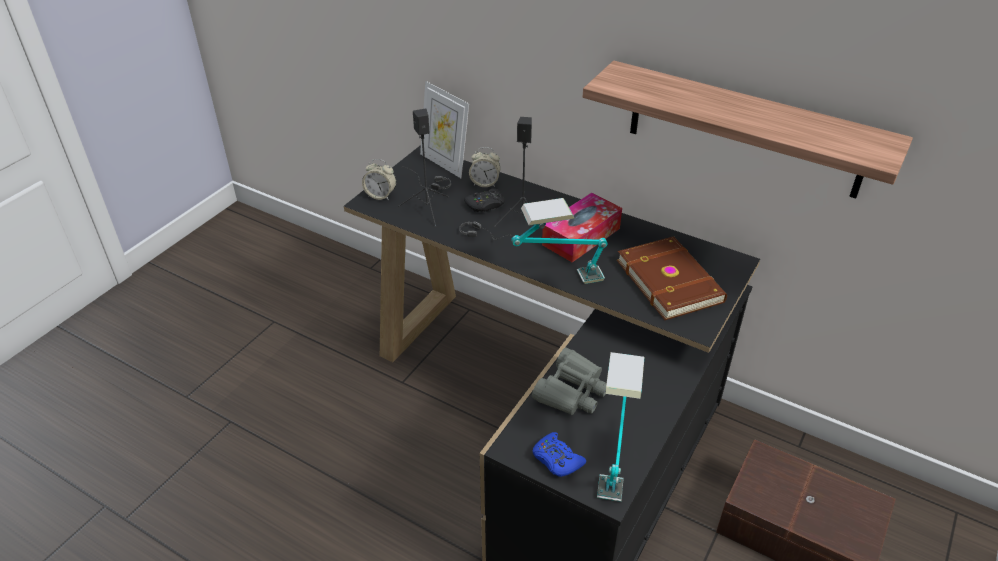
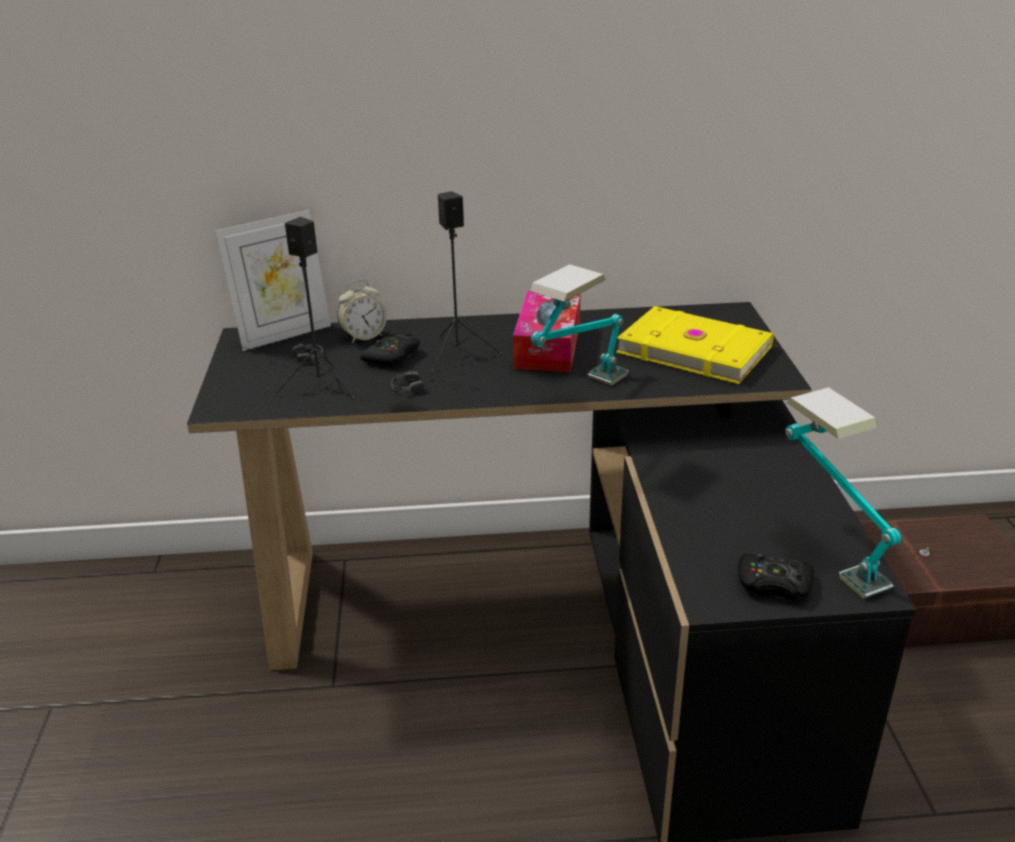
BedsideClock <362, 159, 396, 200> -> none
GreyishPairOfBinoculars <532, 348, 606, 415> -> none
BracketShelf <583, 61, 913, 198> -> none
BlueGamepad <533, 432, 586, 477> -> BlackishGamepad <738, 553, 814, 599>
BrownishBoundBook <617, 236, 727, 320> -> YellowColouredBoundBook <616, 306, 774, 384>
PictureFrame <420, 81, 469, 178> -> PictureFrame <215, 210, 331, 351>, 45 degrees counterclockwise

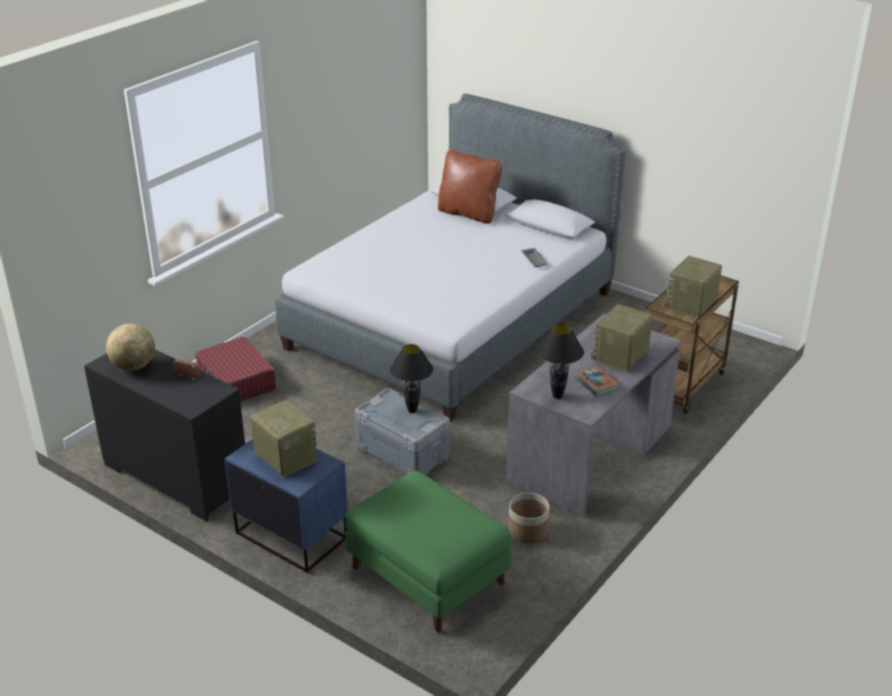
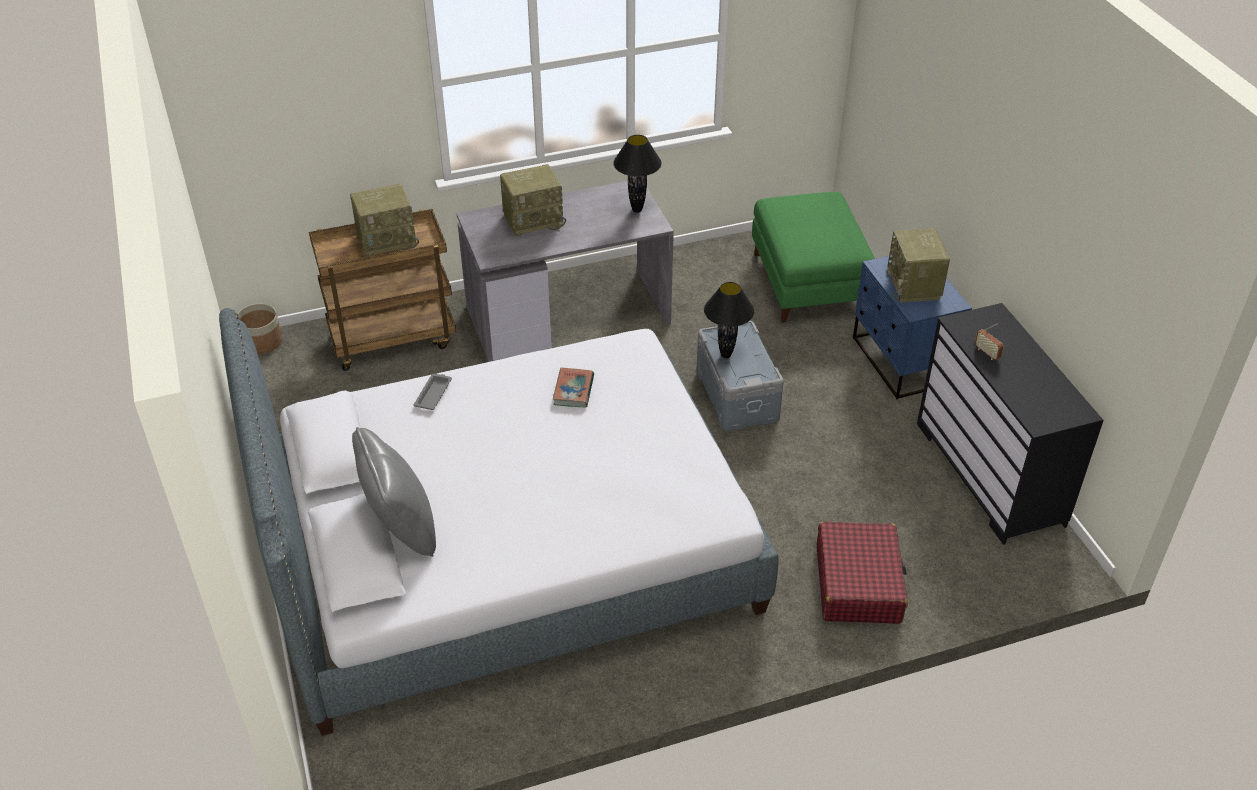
DeskGlobe <106, 324, 155, 371> -> none
Planter <508, 493, 549, 544> -> Planter <238, 304, 282, 354>, relocated
BoundBook <574, 365, 619, 397> -> BoundBook <553, 368, 594, 407>, relocated
BrownishThrowPillow <438, 149, 502, 224> -> GreyishThrowPillow <352, 427, 436, 557>

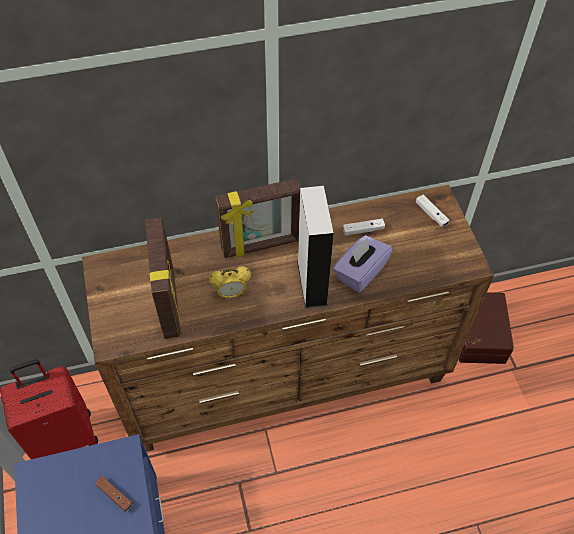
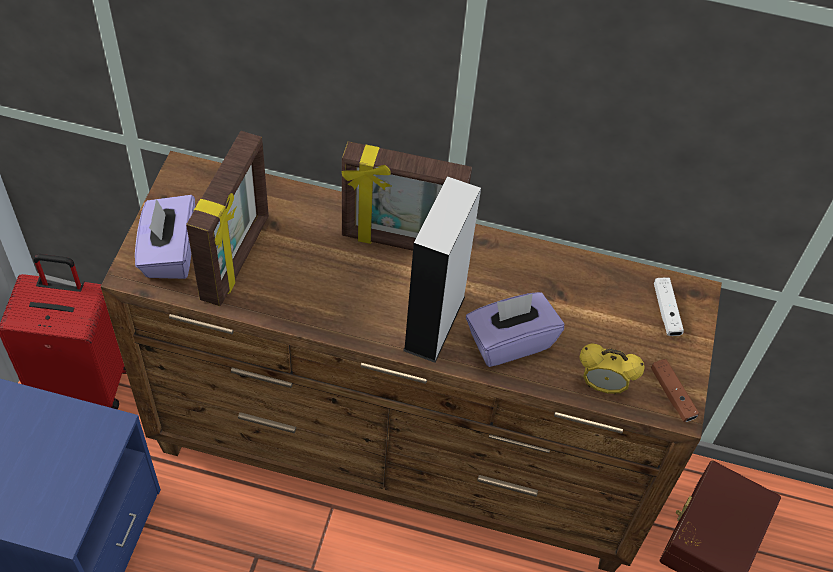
WhiteColouredGamepad <343, 219, 385, 236> -> none
none -> PurplishTissueHolder <135, 195, 195, 279>
BrownishGamepad <95, 476, 133, 512> -> BrownishGamepad <651, 359, 699, 422>, relocated
BedsideClock <209, 266, 251, 299> -> BedsideClock <580, 343, 645, 395>, relocated

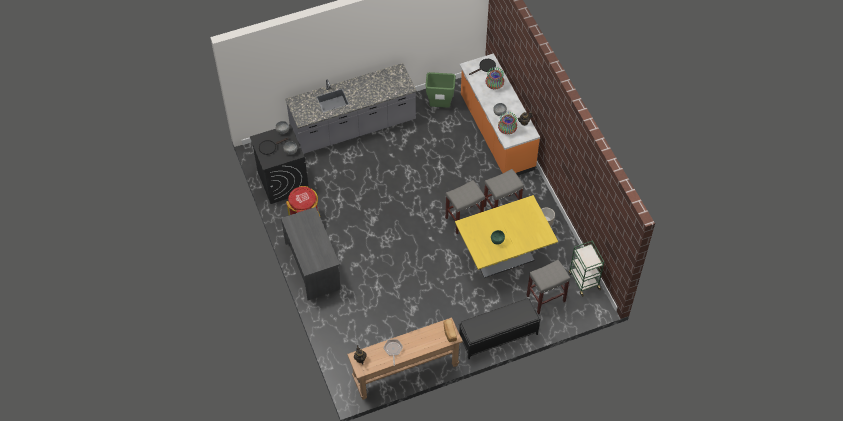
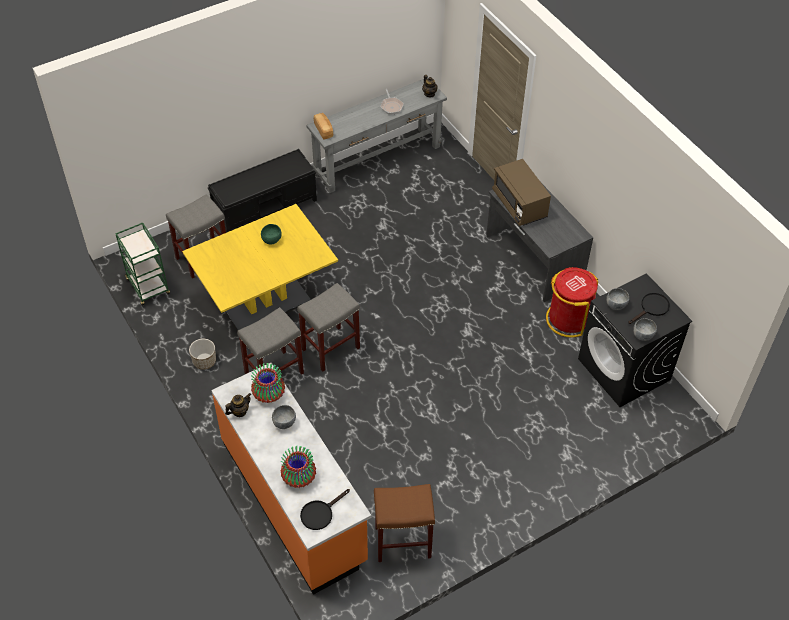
GreyishCounter <285, 63, 417, 154> -> none
none -> BrownishKitchenMicrowave <492, 159, 551, 226>
GreenishTrashCan <425, 72, 456, 108> -> BrownishStoolSeat <374, 484, 435, 562>
BrownishConsoleTable <347, 317, 463, 400> -> GreyishConsoleTable <306, 78, 447, 193>

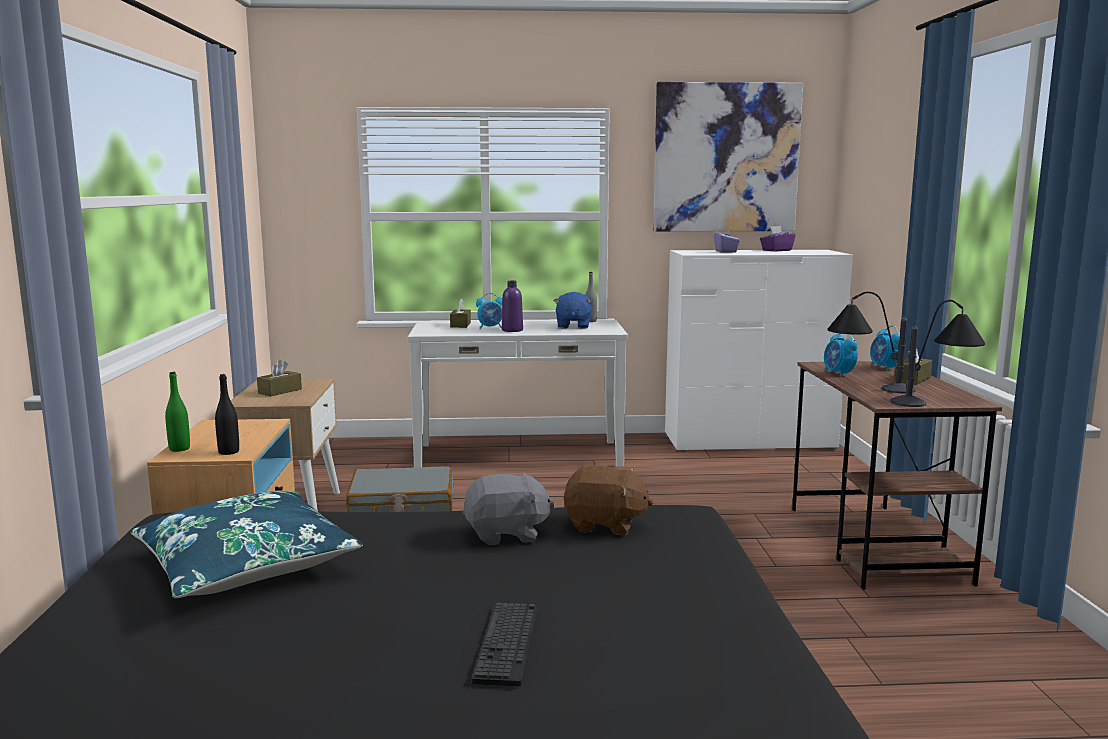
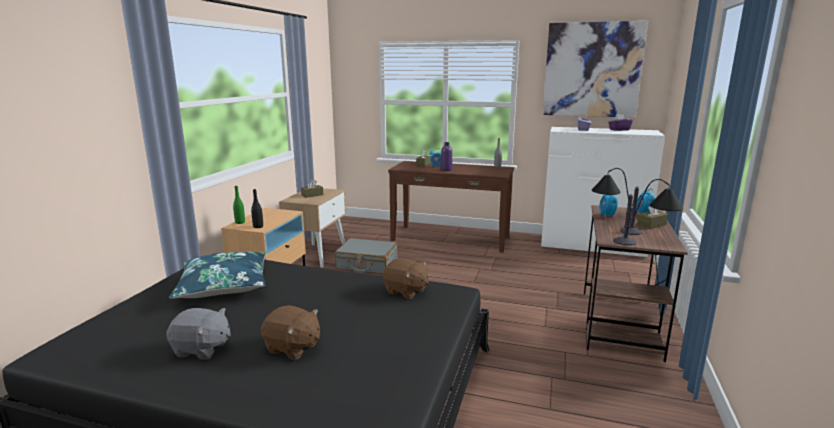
BlueSoftToy <554, 292, 593, 329> -> none
GreyishSoftToy <462, 472, 555, 546> -> GreyishSoftToy <166, 308, 231, 360>, relocated
PcKeyboard <472, 603, 538, 686> -> BrownishSoftToy <261, 306, 320, 360>
WhiteColouredConsoleTable <408, 320, 628, 468> -> BrownishConsoleTable <388, 161, 514, 253>

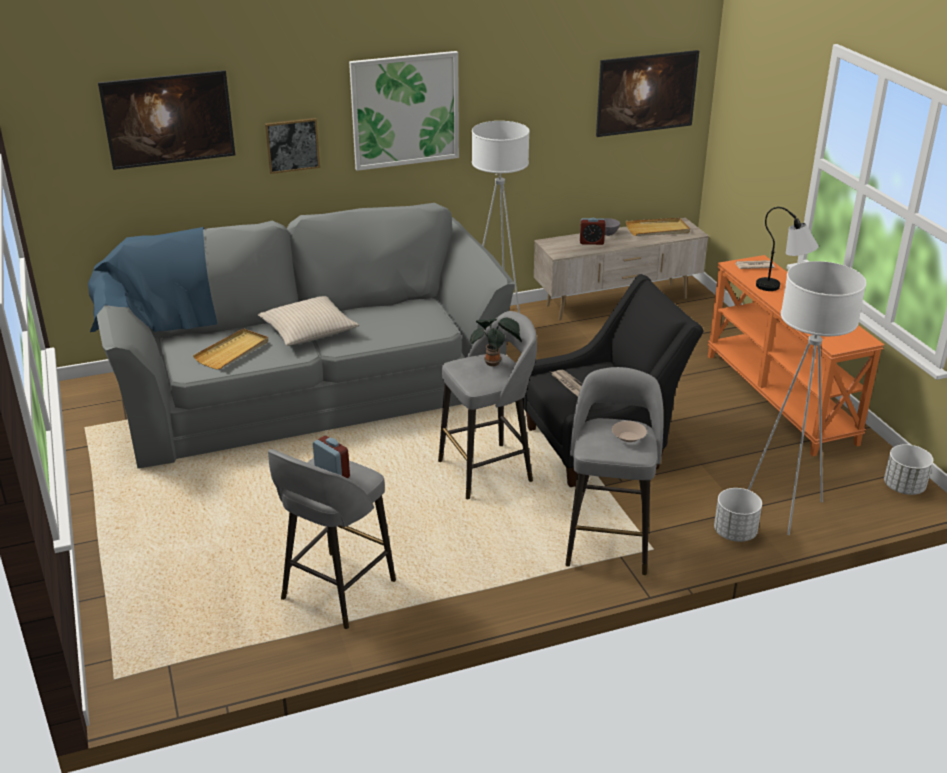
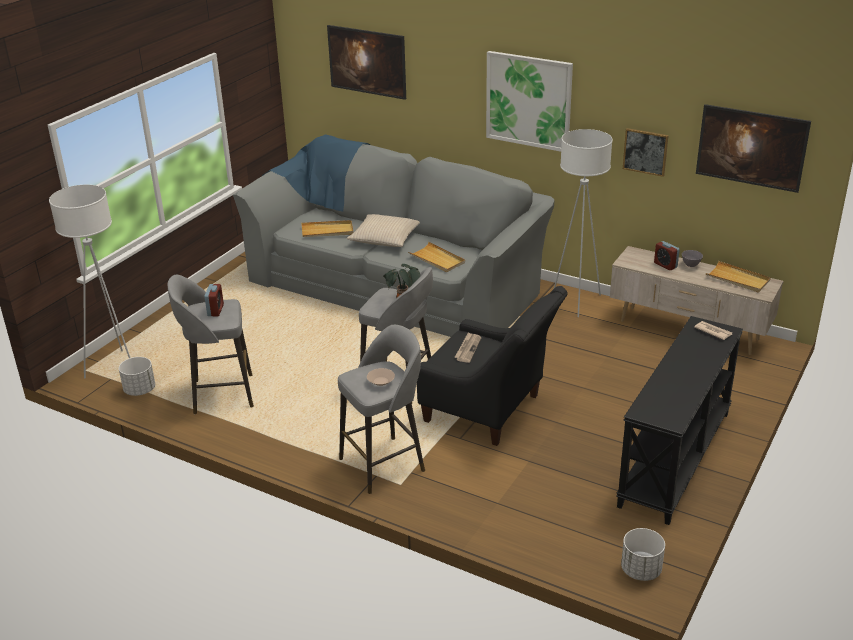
TableLamp <756, 207, 819, 291> -> none
none -> BeigeCarryingTray <408, 242, 465, 272>
WallPicture <265, 118, 320, 174> -> WallPicture <623, 128, 669, 177>, relocated
WhiteColouredPlanter <714, 488, 762, 542> -> WhiteColouredPlanter <119, 357, 155, 396>, relocated
WhiteColouredStandardLamp <748, 261, 866, 535> -> WhiteColouredStandardLamp <49, 185, 130, 378>, relocated
OrangeColouredConsoleTable <708, 255, 884, 456> -> BlackishConsoleTable <616, 316, 743, 525>

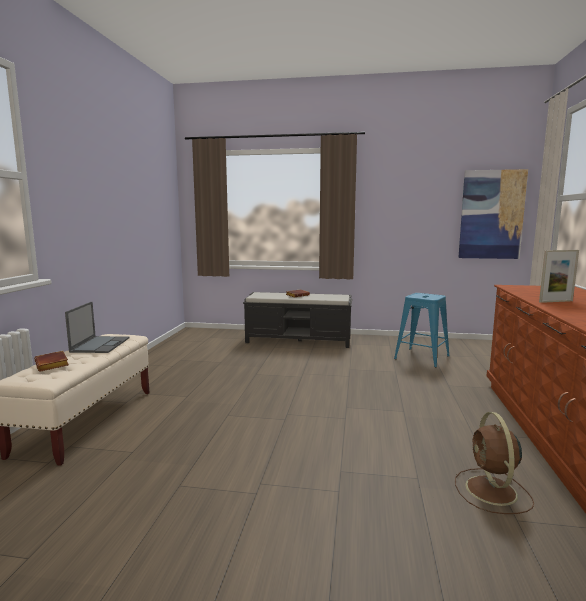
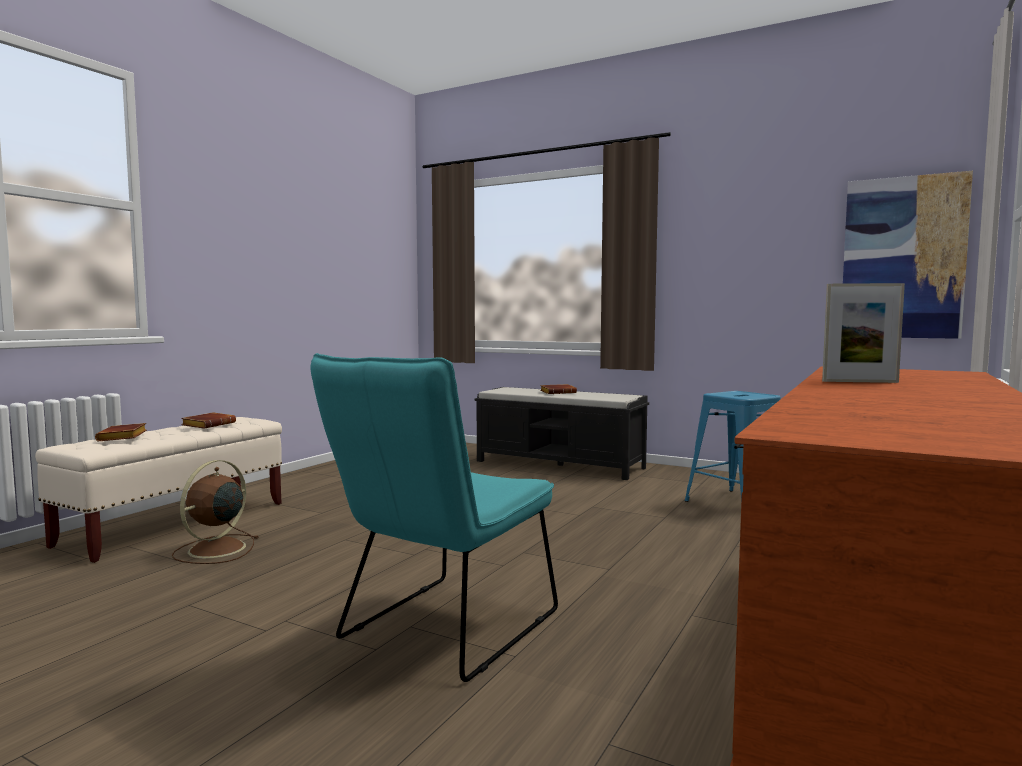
none -> BlueGreenUprightChair <310, 353, 558, 682>
BrownishElectricFan <455, 412, 534, 514> -> BrownishElectricFan <171, 460, 258, 564>, relocated
PortableComputer <65, 302, 130, 353> -> BrownishBoundBook <181, 412, 236, 429>

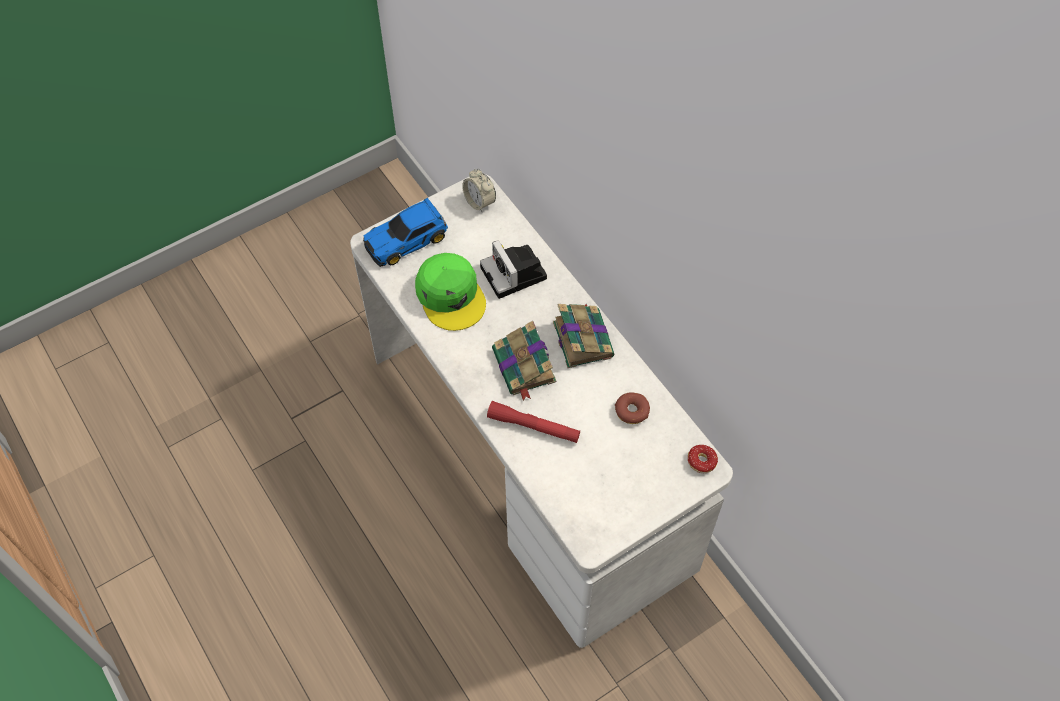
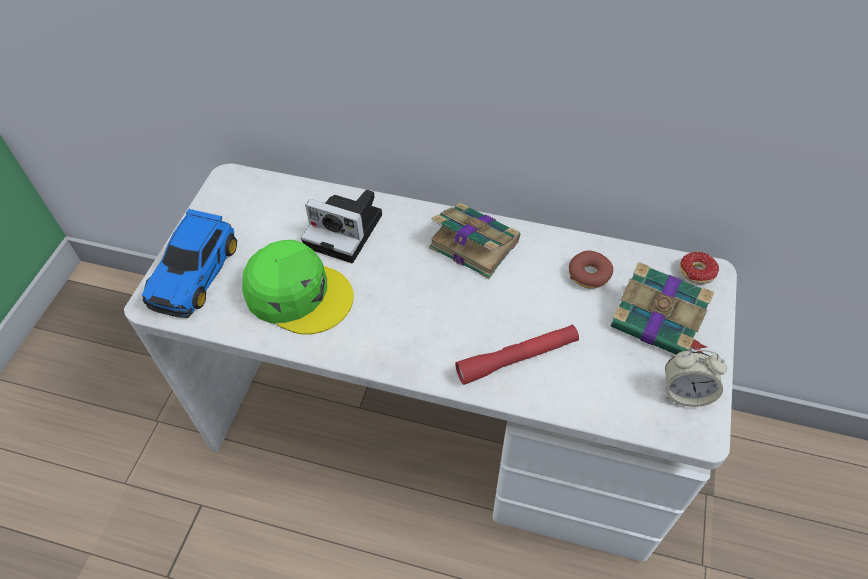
BedsideClock <462, 168, 496, 212> -> BedsideClock <665, 350, 727, 407>, relocated
BoundBook <492, 321, 557, 401> -> BoundBook <610, 262, 715, 355>, relocated

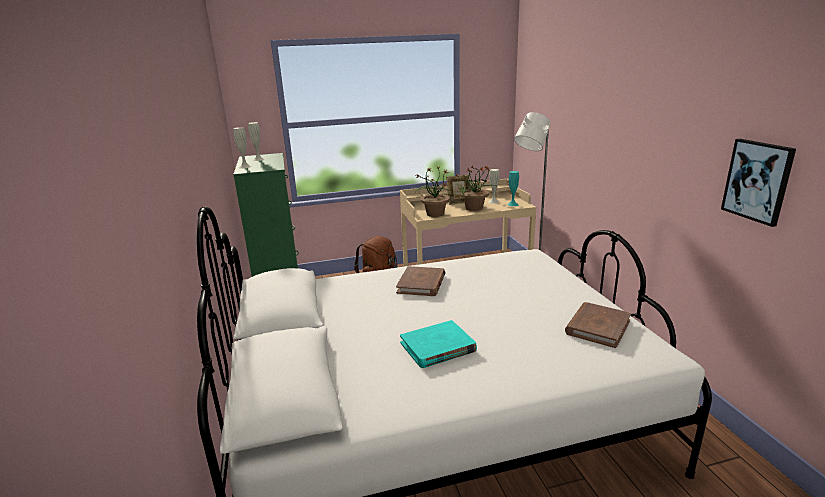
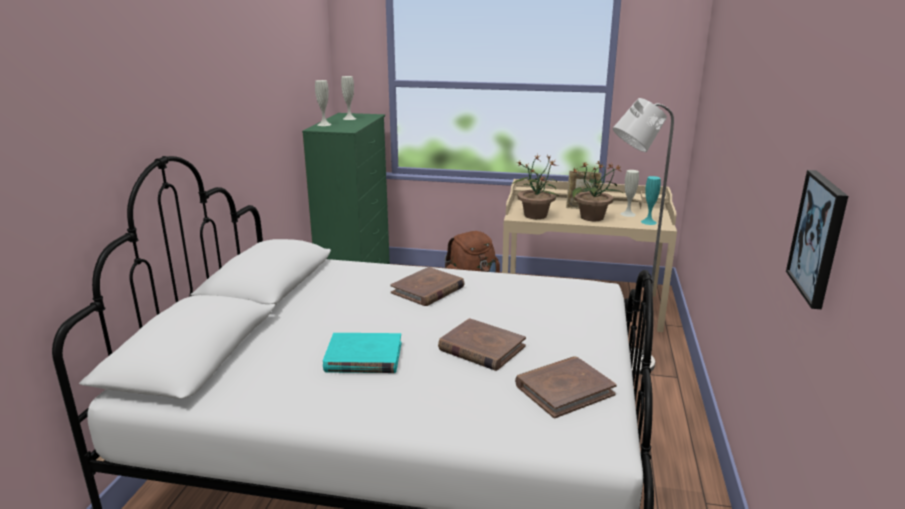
none -> BrownishBoundBook <438, 318, 526, 371>

